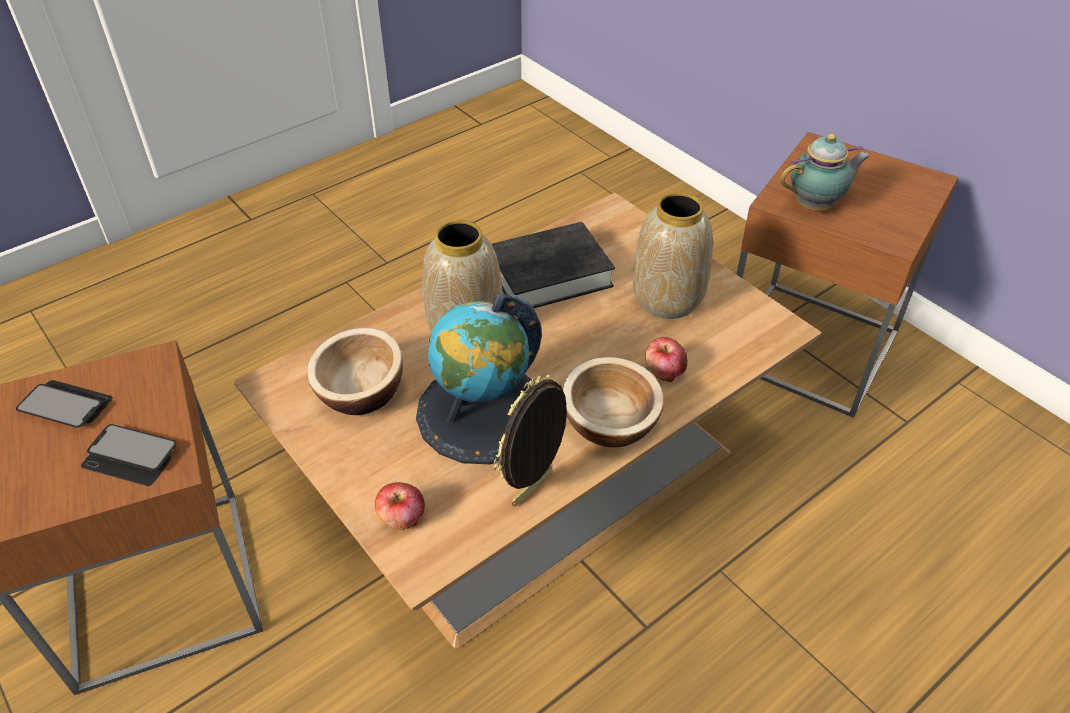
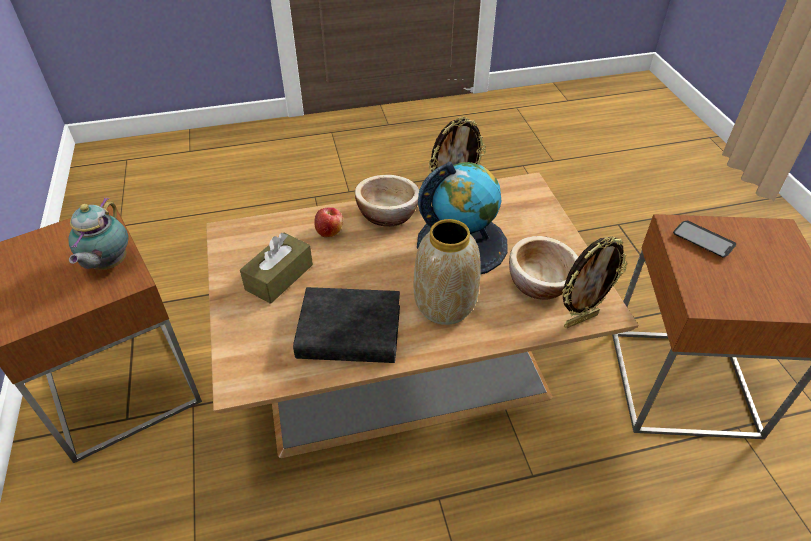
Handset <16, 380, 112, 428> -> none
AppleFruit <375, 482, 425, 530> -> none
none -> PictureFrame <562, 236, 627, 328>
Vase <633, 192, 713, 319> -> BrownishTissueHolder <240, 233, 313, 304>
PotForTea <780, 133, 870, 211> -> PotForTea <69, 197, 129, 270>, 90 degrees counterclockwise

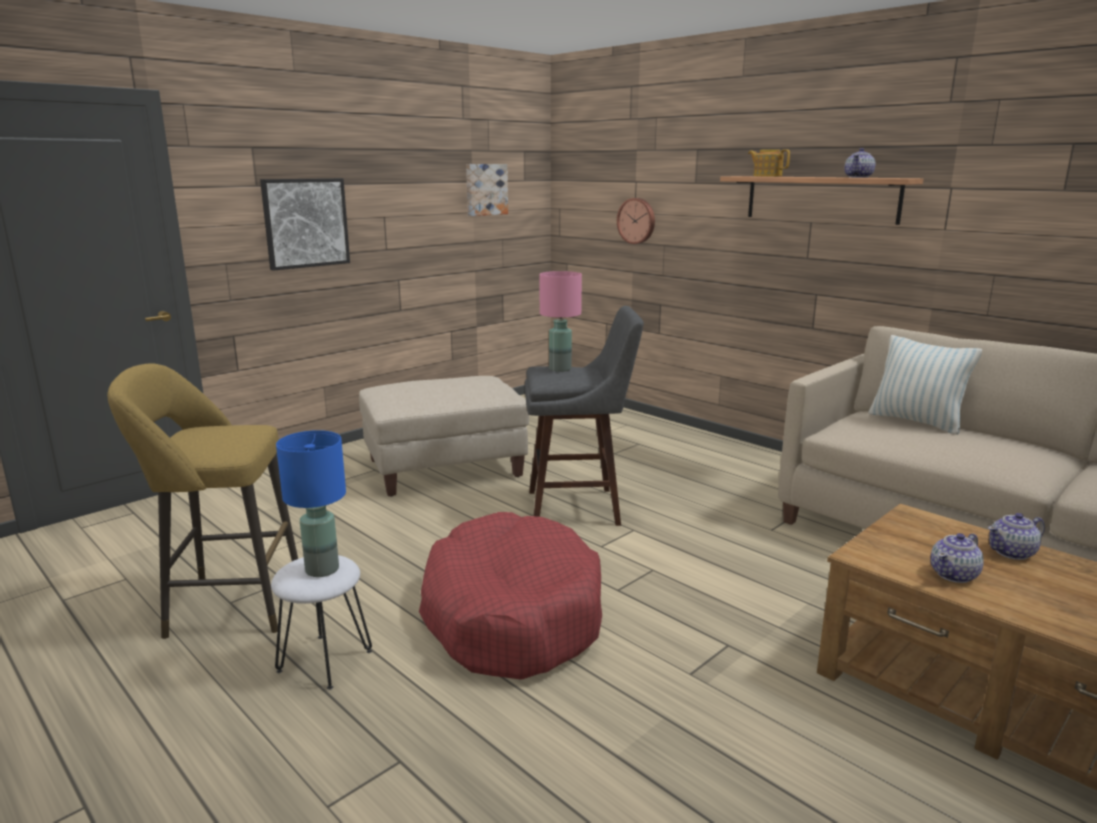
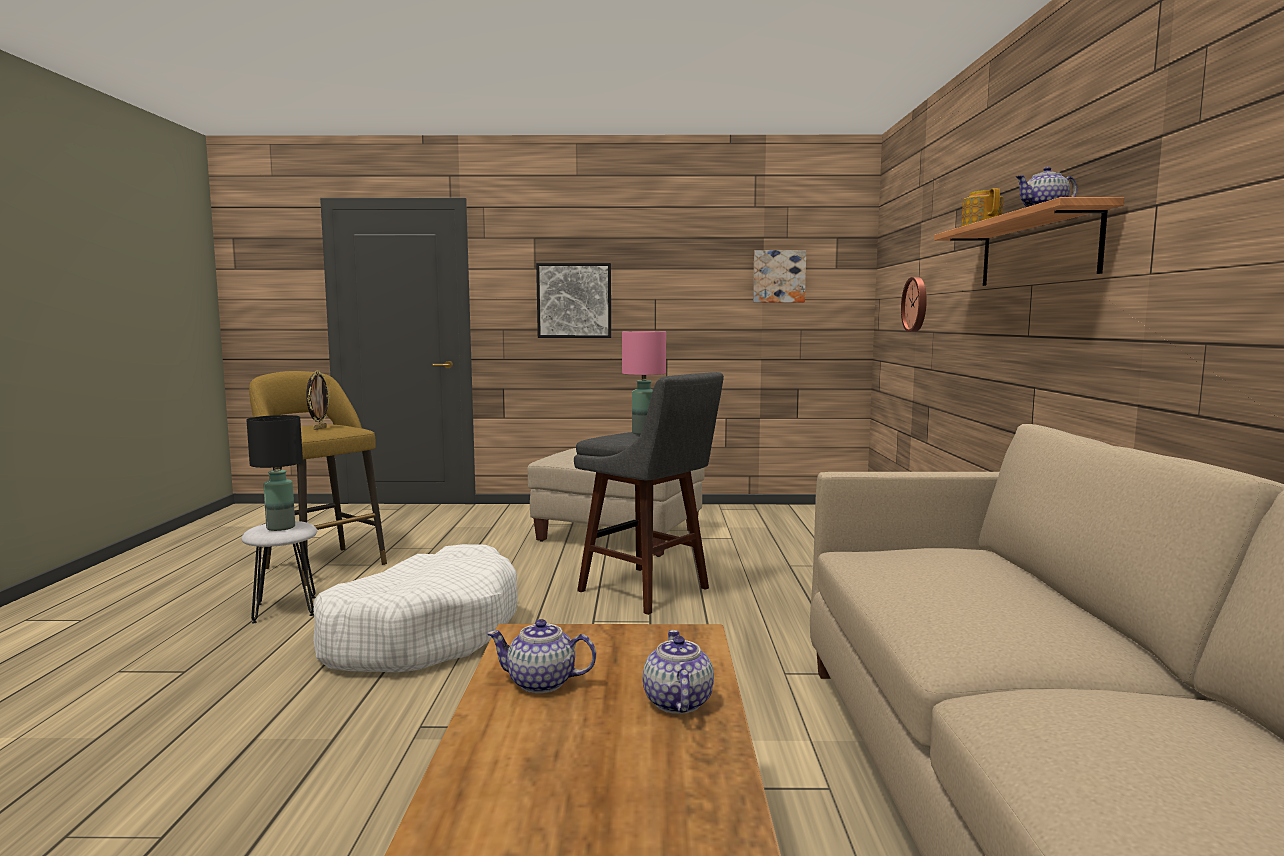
ThrowPillow <868, 335, 982, 435> -> none
none -> PictureFrame <306, 370, 330, 430>
BlueTableLamp <276, 430, 346, 577> -> BlackishTableLamp <246, 415, 303, 531>
ReddishDogCushion <419, 512, 602, 680> -> WhiteColouredDogCushion <313, 544, 518, 672>
PotForTea <988, 513, 1045, 560> -> PotForTea <643, 630, 714, 714>, 60 degrees clockwise

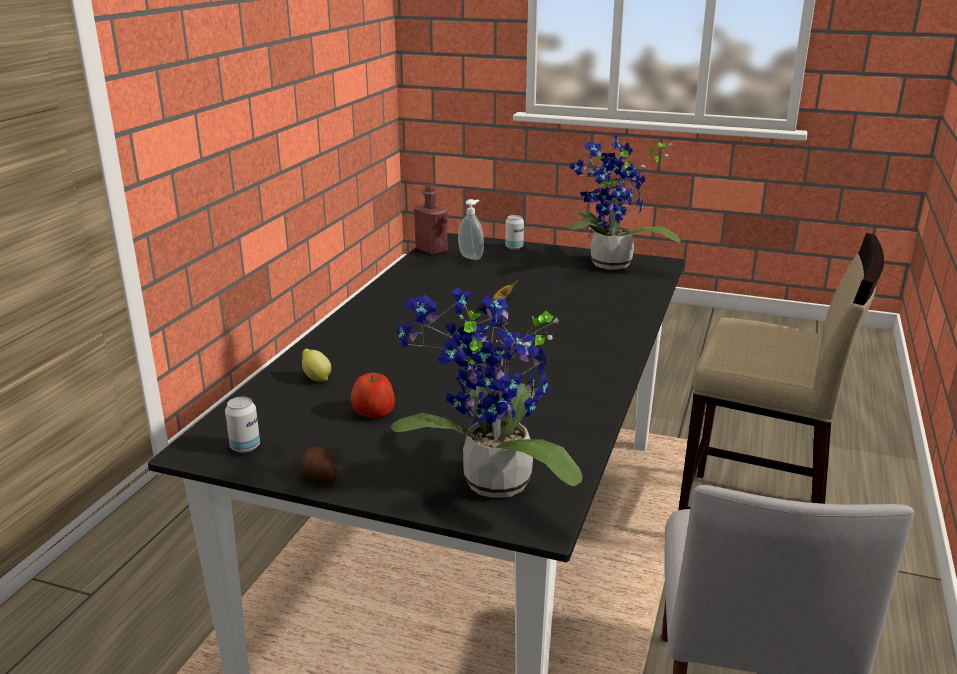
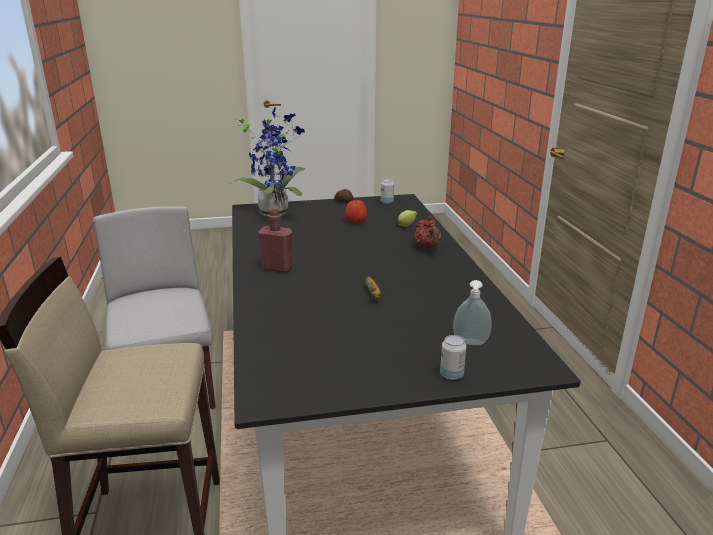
PottedPlant <567, 132, 681, 270> -> none
none -> ReddishPotForTea <415, 216, 442, 250>
ReddishBeverageBottle <414, 184, 447, 255> -> ReddishBeverageBottle <259, 208, 293, 272>, relocated

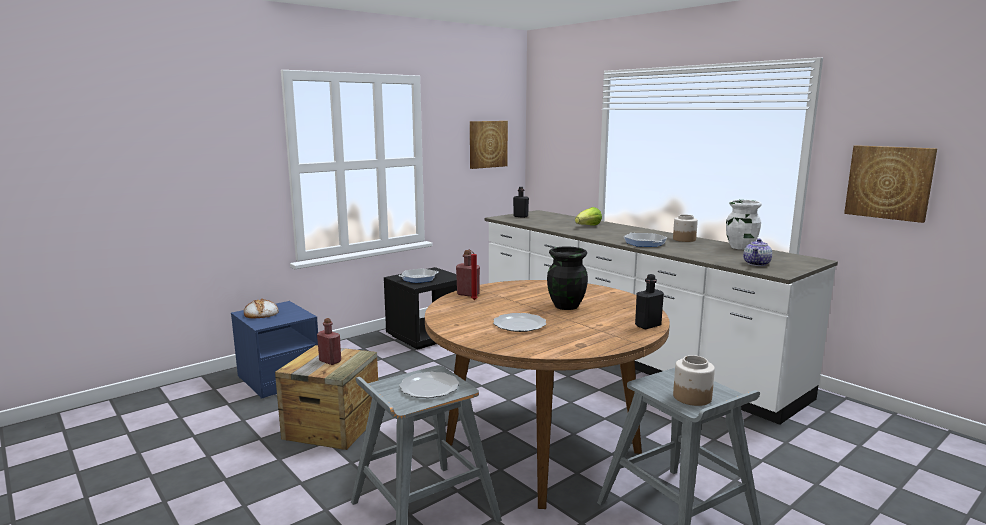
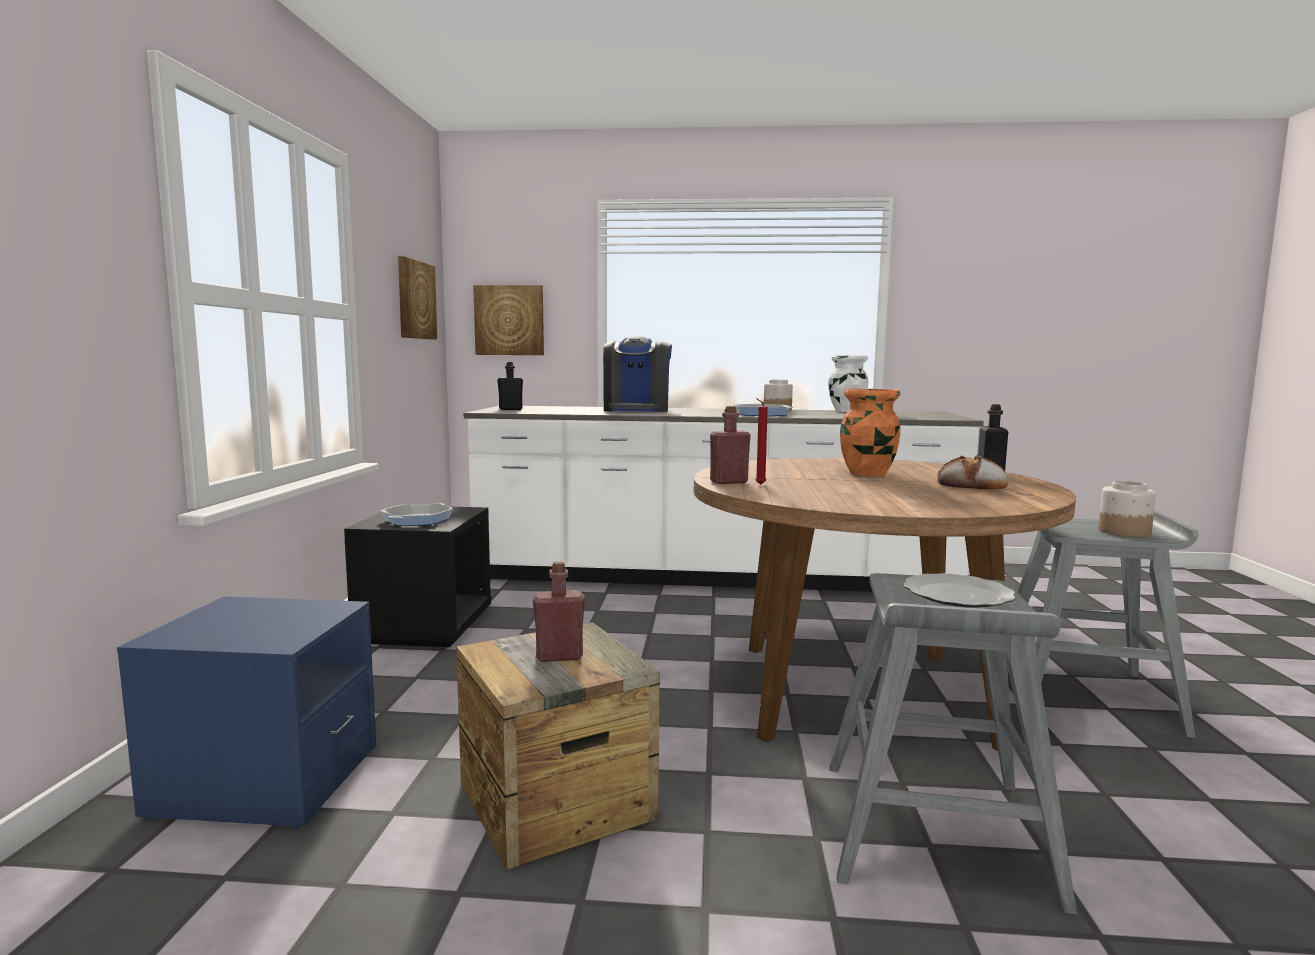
DinnerPlate <493, 313, 546, 332> -> none
PotForTea <743, 239, 772, 266> -> none
BakedBread <244, 299, 279, 319> -> BakedBread <937, 455, 1008, 489>, relocated
WallPicture <844, 145, 937, 223> -> WallPicture <473, 285, 544, 355>, relocated
Lettuce <575, 207, 602, 226> -> CoffeeMaker <603, 336, 672, 412>
BlackishVase <547, 246, 588, 310> -> OrangeColouredVase <840, 389, 900, 476>

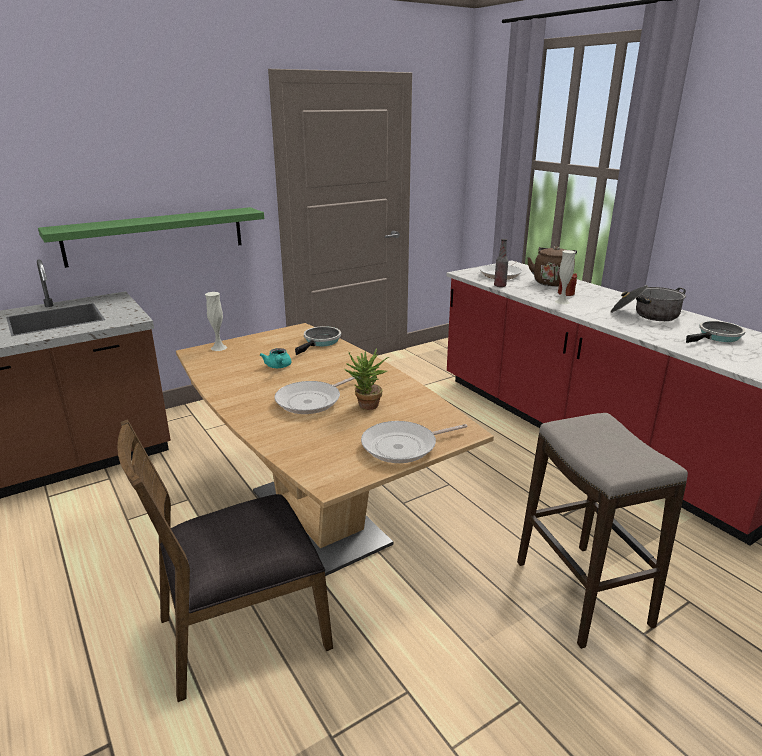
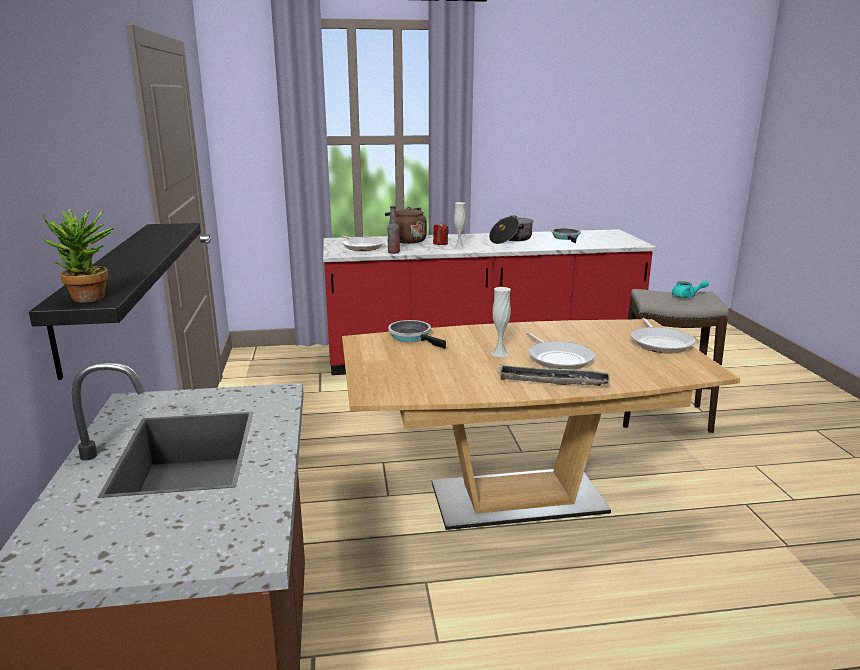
BrownishUprightChair <117, 419, 333, 702> -> none
none -> CarryingTray <498, 364, 610, 386>
WhiteColouredVase <205, 292, 227, 351> -> WhiteColouredVase <490, 287, 511, 357>, relocated
BlueGreenPotForTea <260, 348, 291, 368> -> BlueGreenPotForTea <672, 280, 709, 298>, relocated
PottedPlant <344, 349, 389, 410> -> PottedPlant <42, 208, 114, 302>, relocated
GreenishBracketShelf <38, 207, 264, 268> -> BlackishBracketShelf <29, 223, 201, 380>

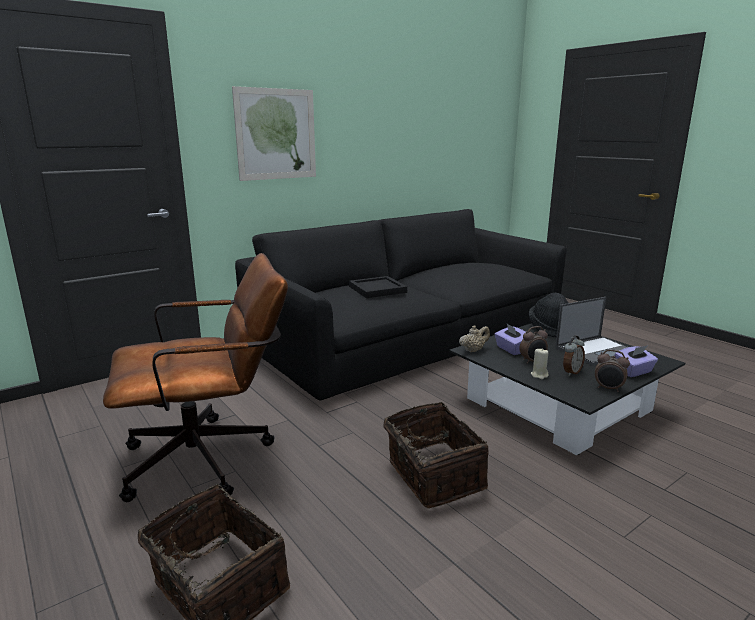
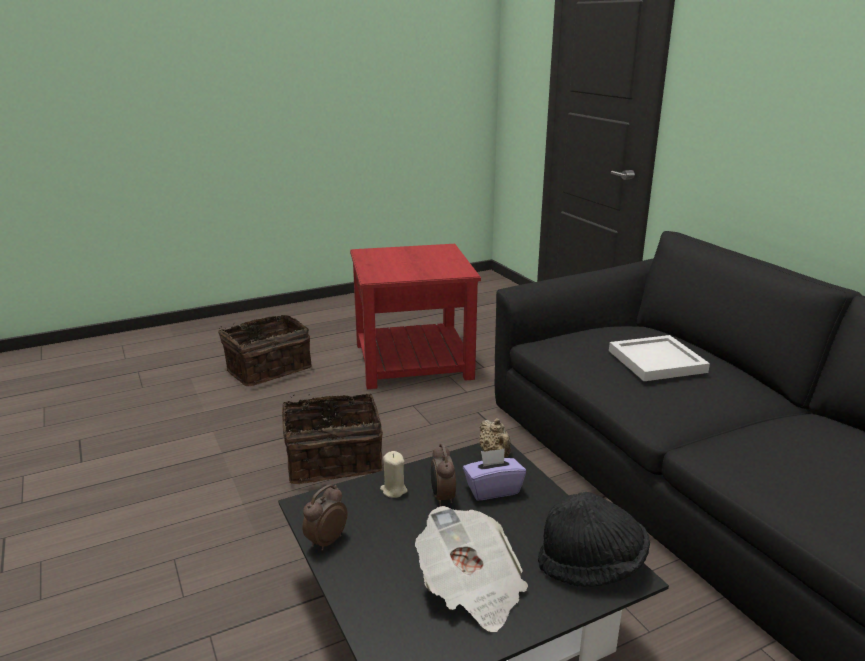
WallPicture <232, 86, 316, 181> -> none
BedsideClock <563, 335, 585, 376> -> none
PurplishTissueHolder <615, 345, 658, 377> -> none
BrownishDeskChair <103, 253, 288, 502> -> ReddishAccentTable <350, 244, 481, 389>
PortableComputer <555, 297, 627, 366> -> PrintedPaper <415, 506, 528, 632>
BlackishCarryingTray <349, 276, 407, 298> -> WhiteColouredCarryingTray <609, 335, 710, 381>

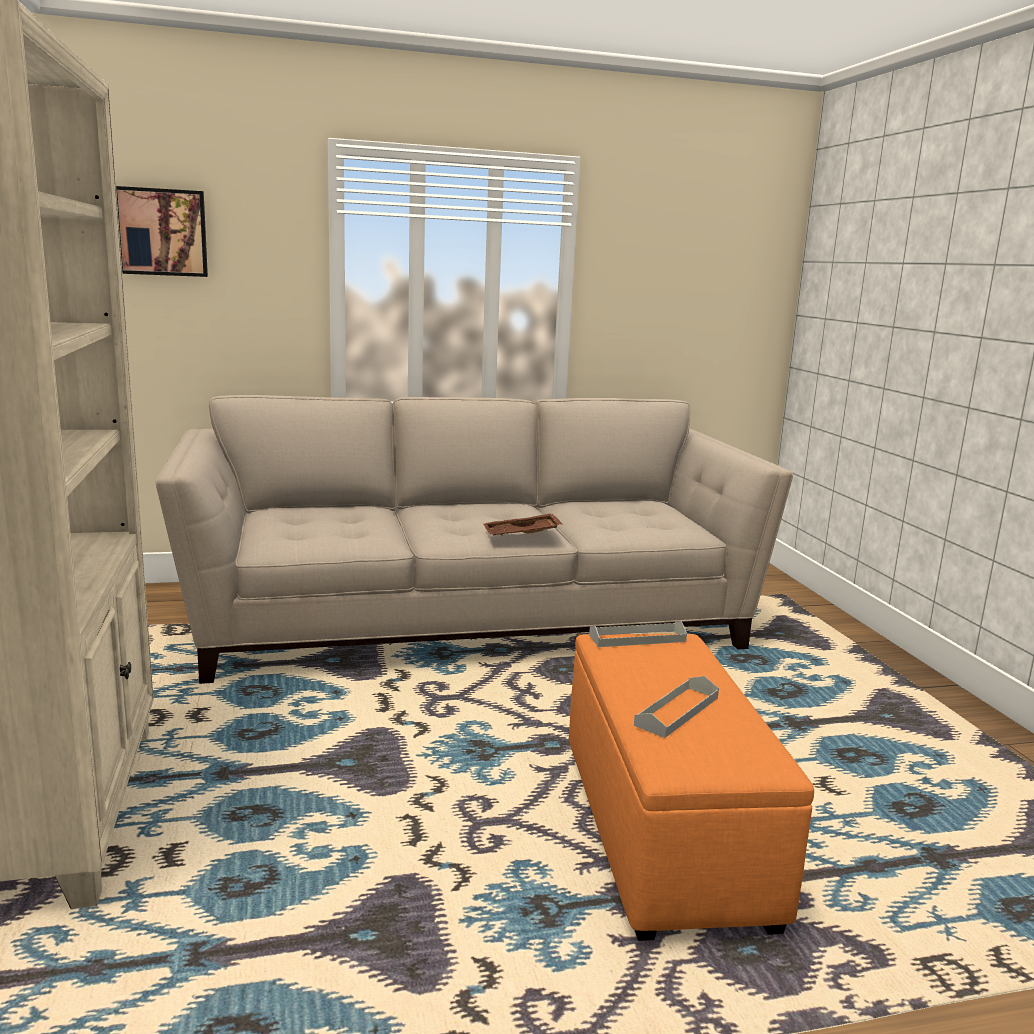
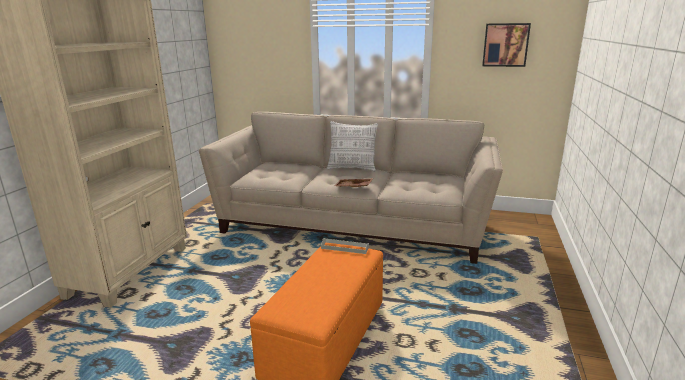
GreyishCarryingTray <634, 676, 719, 738> -> none
none -> ThrowPillow <327, 121, 378, 172>
WallPicture <116, 186, 208, 277> -> WallPicture <482, 23, 531, 67>, relocated

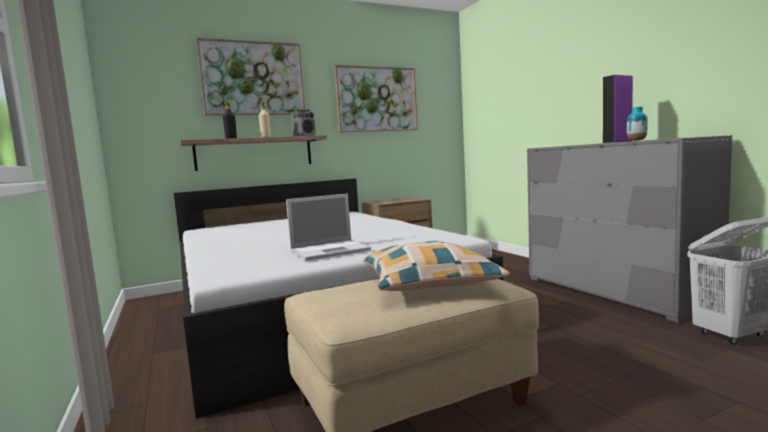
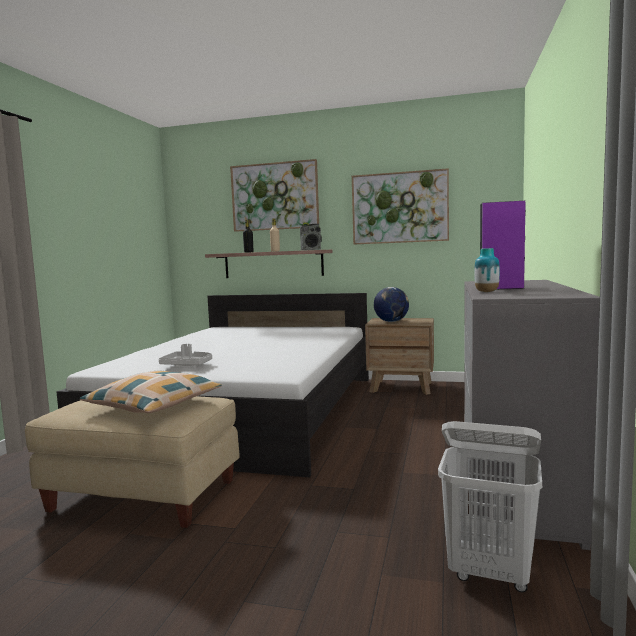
none -> DeskGlobe <374, 287, 409, 322>
PortableComputer <286, 193, 371, 261> -> GreyishCarryingTray <159, 344, 212, 366>

